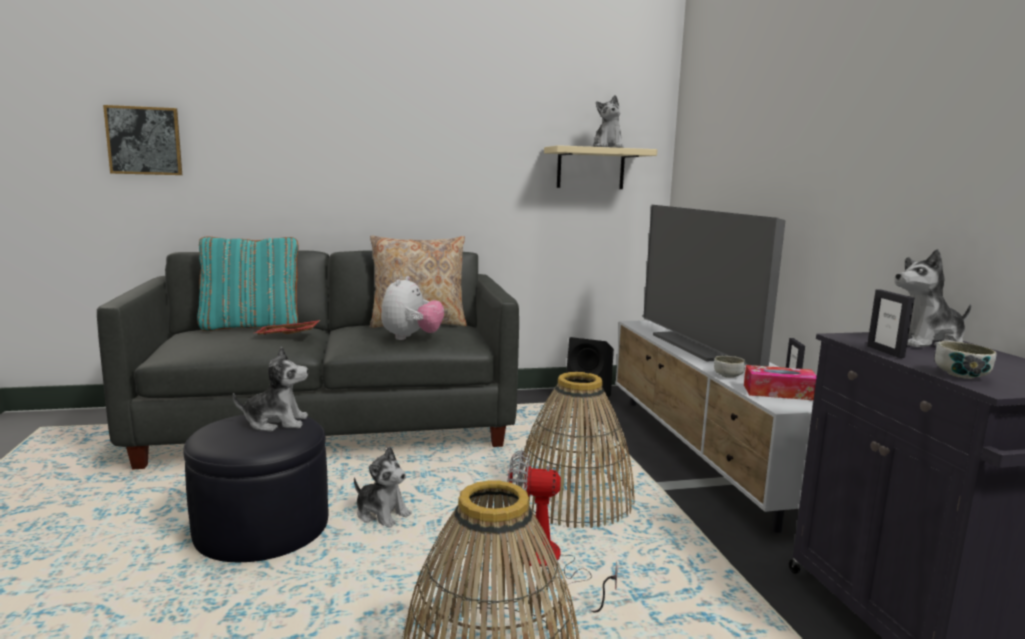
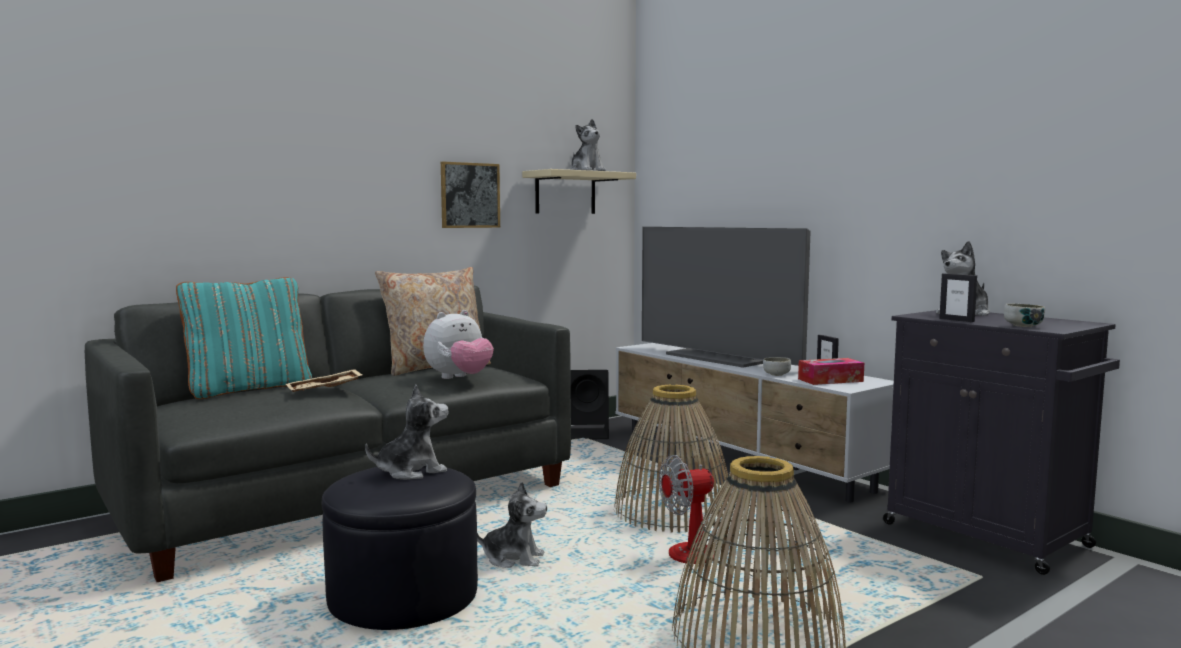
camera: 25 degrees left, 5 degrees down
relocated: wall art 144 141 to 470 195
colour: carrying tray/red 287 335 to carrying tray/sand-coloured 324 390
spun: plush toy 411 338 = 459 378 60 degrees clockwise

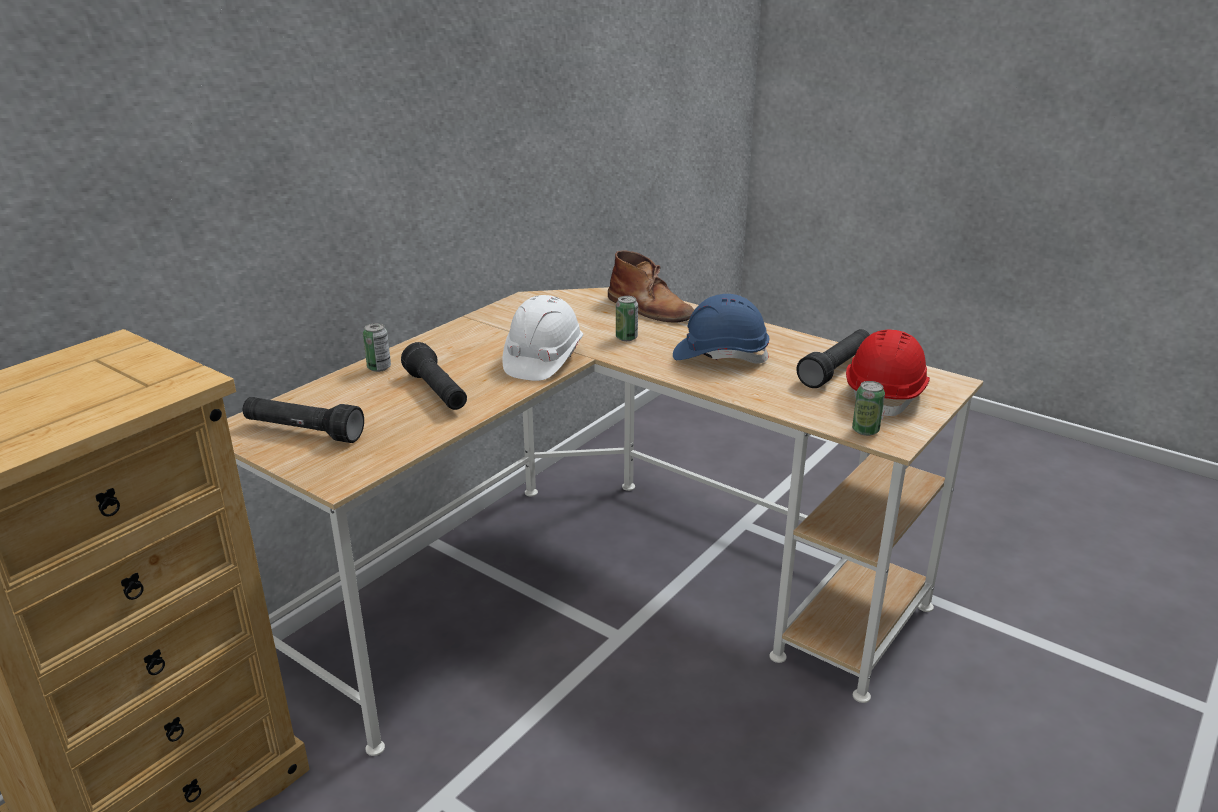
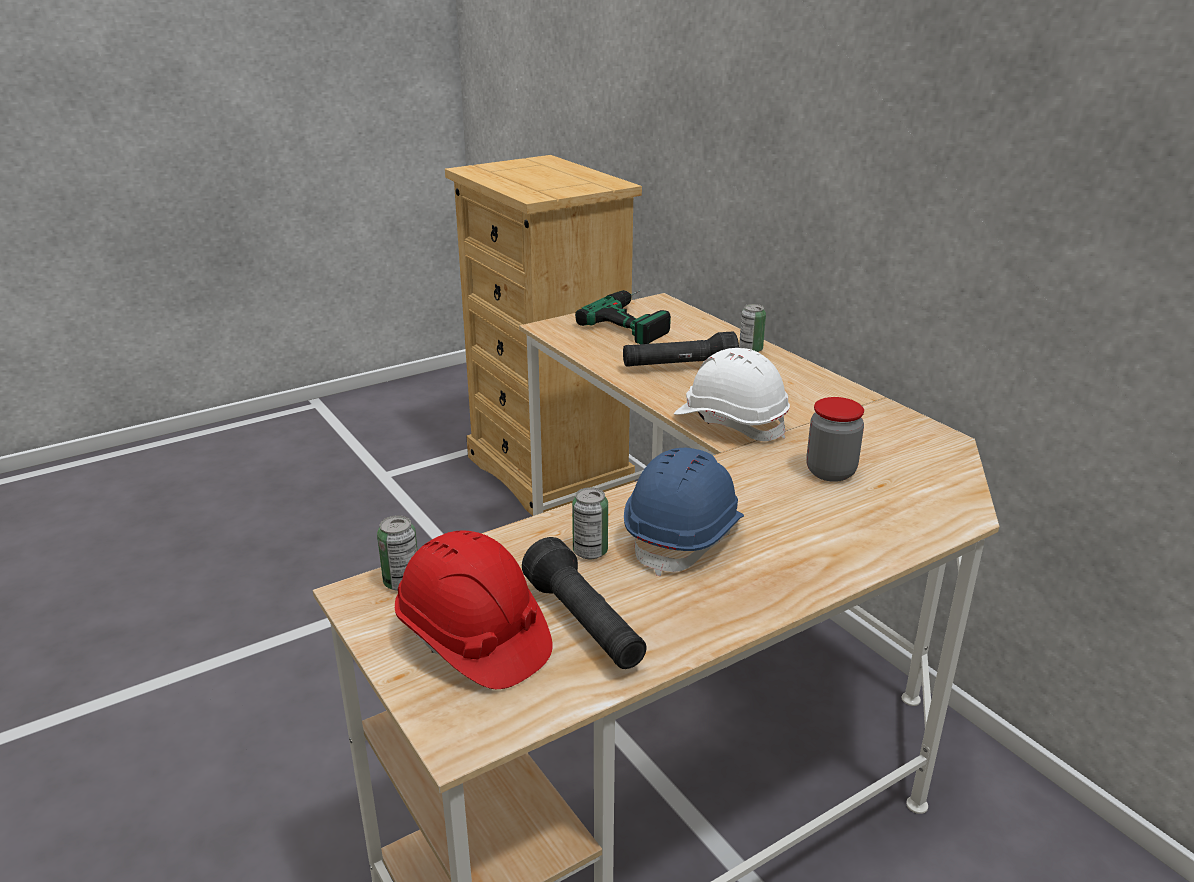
camera: 110 degrees right, 0 degrees up
missing: tall boot/brown 650 309
appeared: preserve jar 830 472
relocated: sealed can 626 338 to 590 551
exchanged: torch/black 304 432 to electric drill 637 320

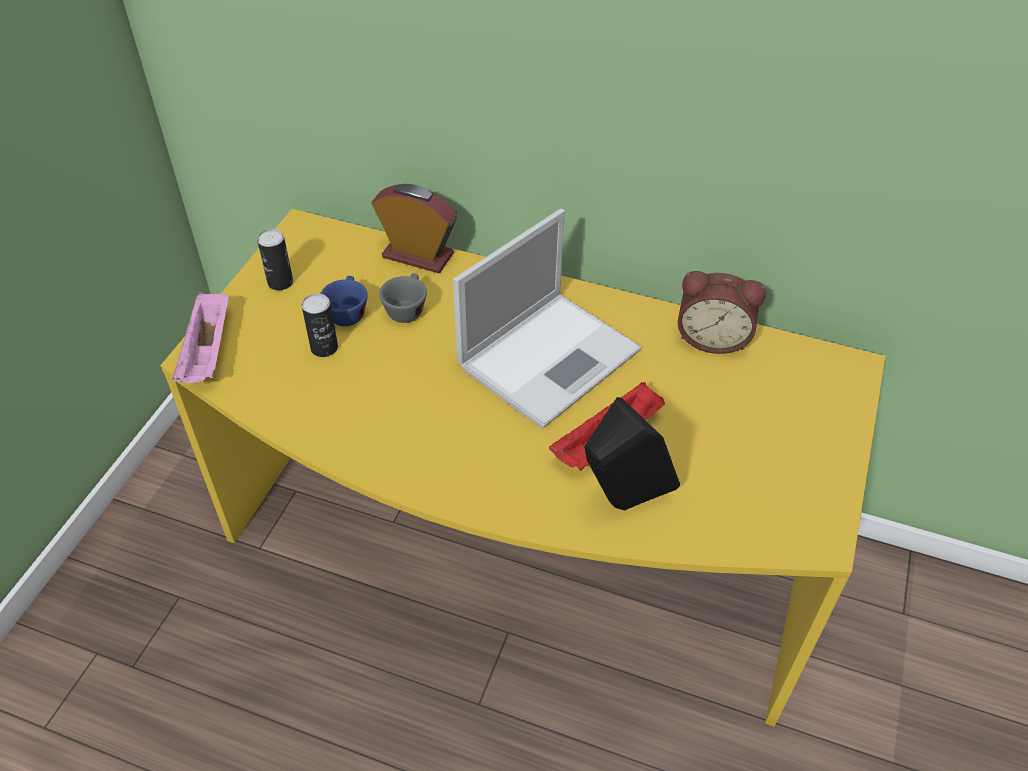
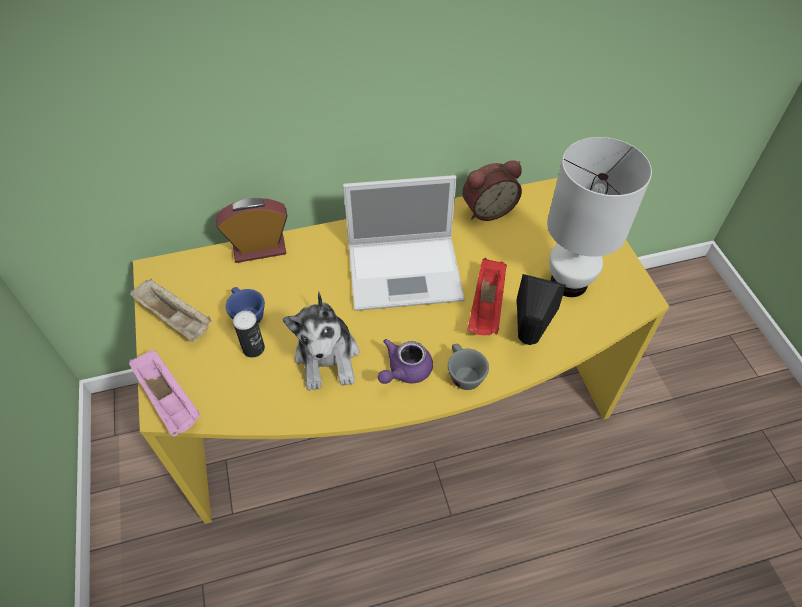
camera: 35 degrees left, 5 degrees up
appeared: plush toy 327 357; teapot/purple 405 371; table lamp/whitish 569 282
relocated: small cup/grey 406 308 to 463 374
exchanged: sealed can 280 282 to carrying tray/sand-coloured 176 319
spun: laptop 551 356 = 407 271 75 degrees clockwise

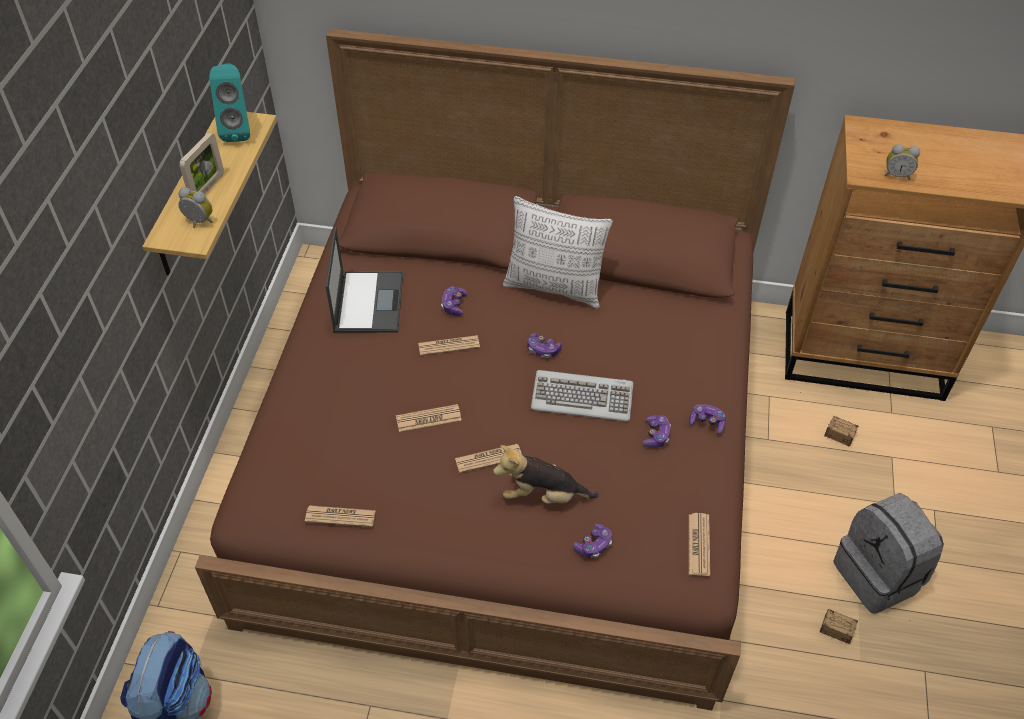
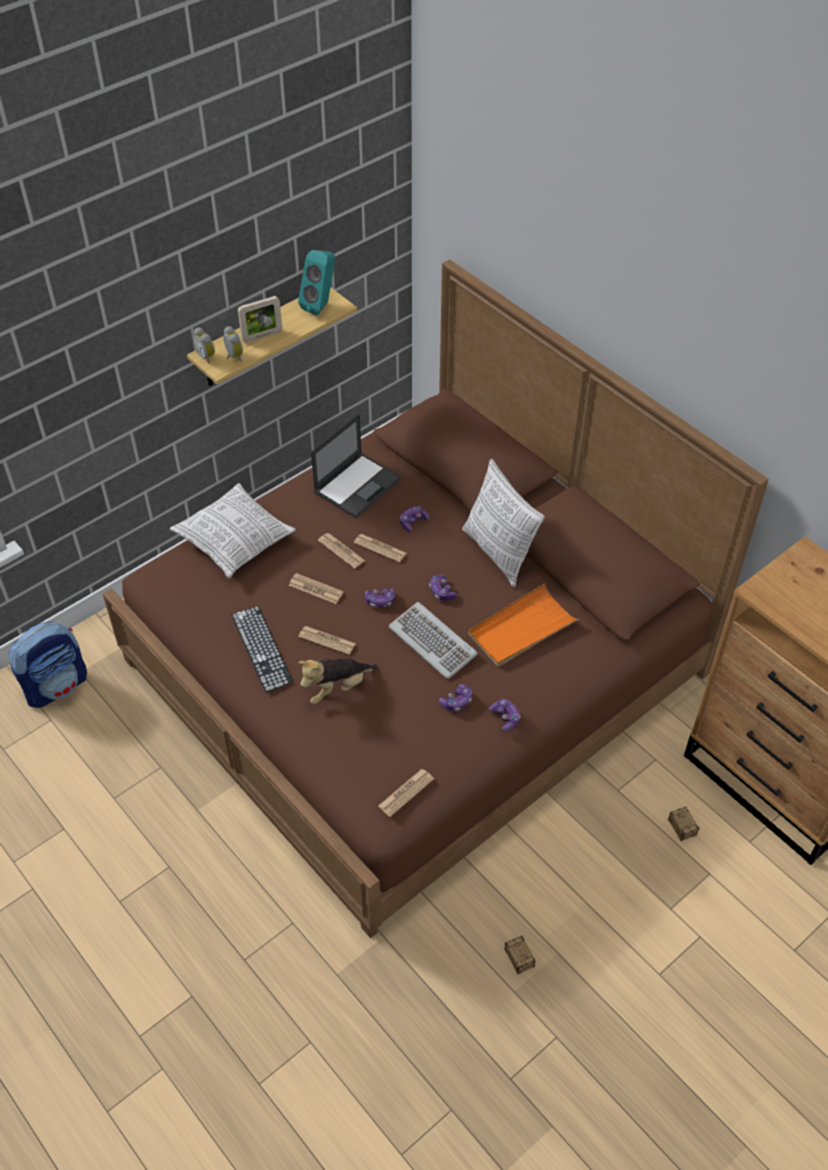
camera: 40 degrees right, 0 degrees up
missing: knapsack/grey 879 575
appeared: throw pillow 235 540; computer keyboard 261 648; carrying tray/orange 521 629
relocated: daily paper 340 516 to 341 551; joypad 593 545 to 380 601; table clock 897 175 to 207 356
spun: plush toy 542 495 = 336 688 75 degrees counterclockwise

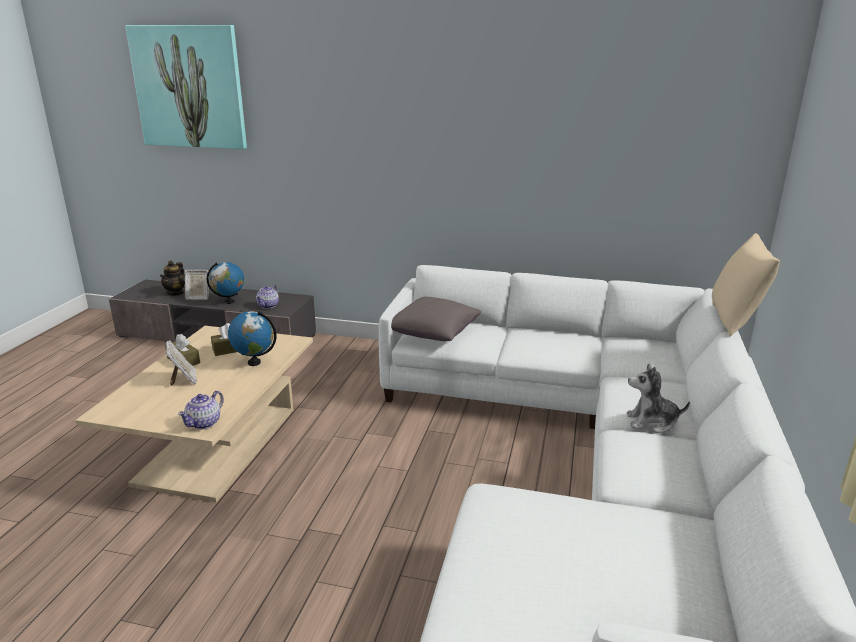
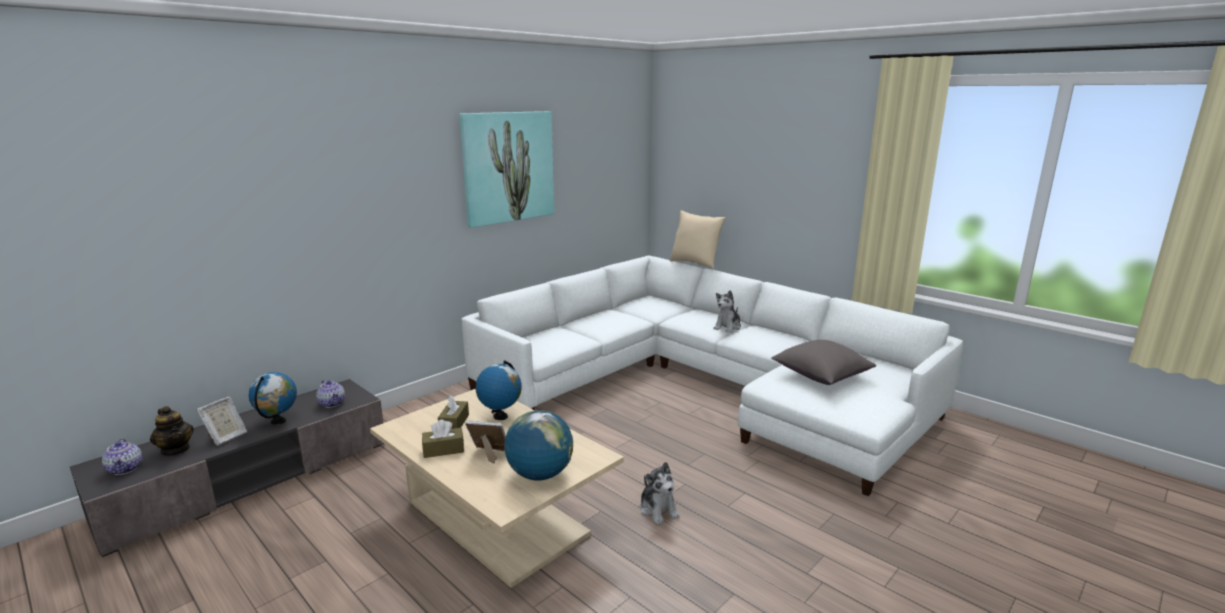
camera: 60 degrees left, 5 degrees down
appeared: desk globe 540 474; plush toy 658 510
relocated: wall art 189 87 to 508 167; teapot 204 423 to 126 468; throw pillow/grey 433 333 to 820 376

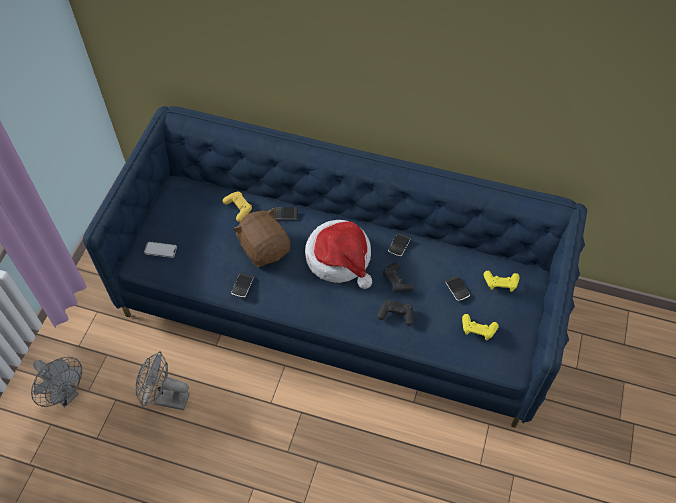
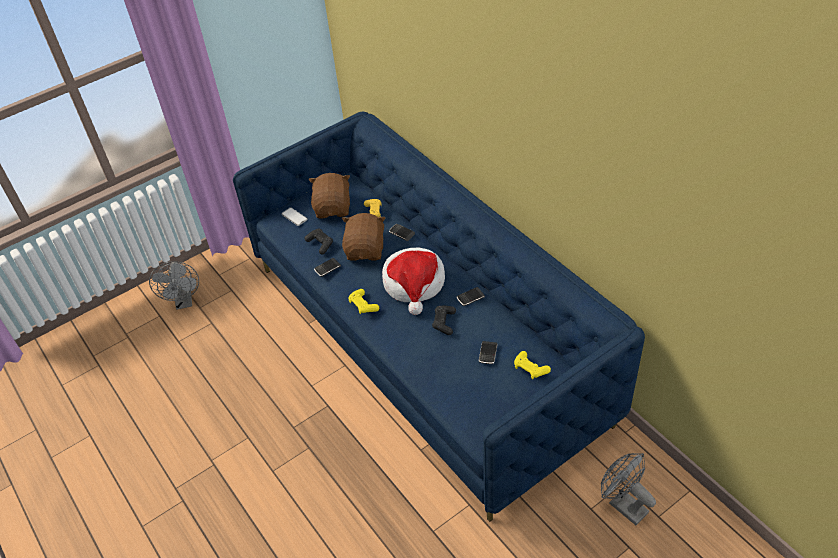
camera: 40 degrees right, 10 degrees down
appeared: plush toy/brown 333 208
relocated: electric fan/grey 166 398 to 623 504; joypad/black 396 315 to 320 244; joypad/yellow 478 329 to 363 305

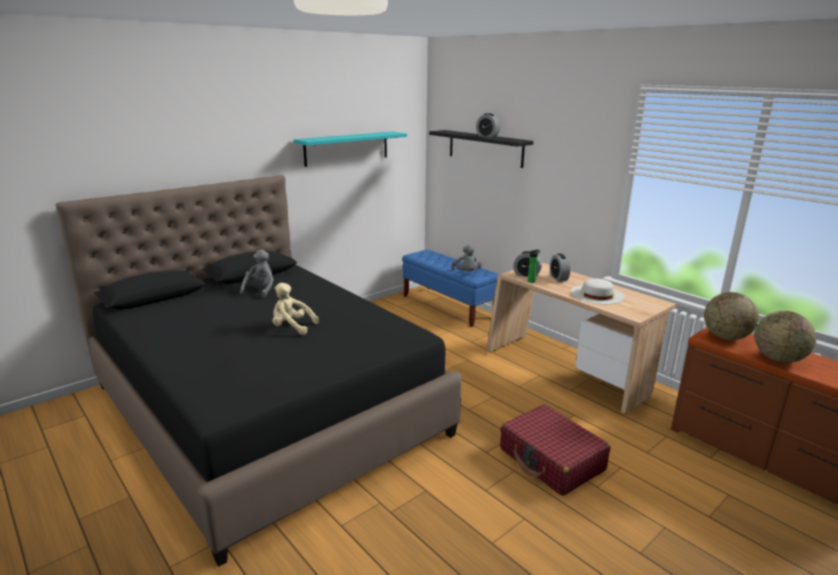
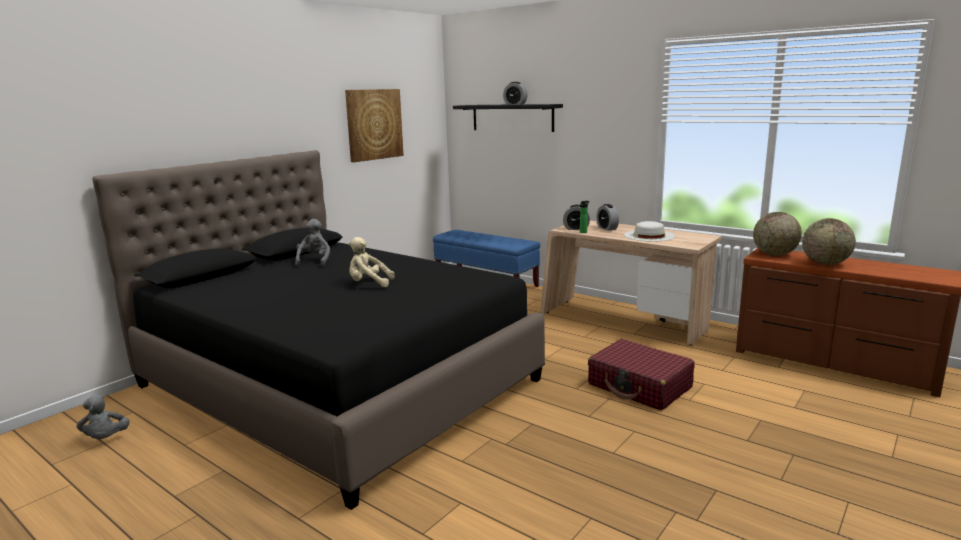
camera: 10 degrees left, 5 degrees down
relocated: plush toy/grey 466 273 to 106 439
exchanged: wall shelf/blue-green 347 148 to wall art 374 124

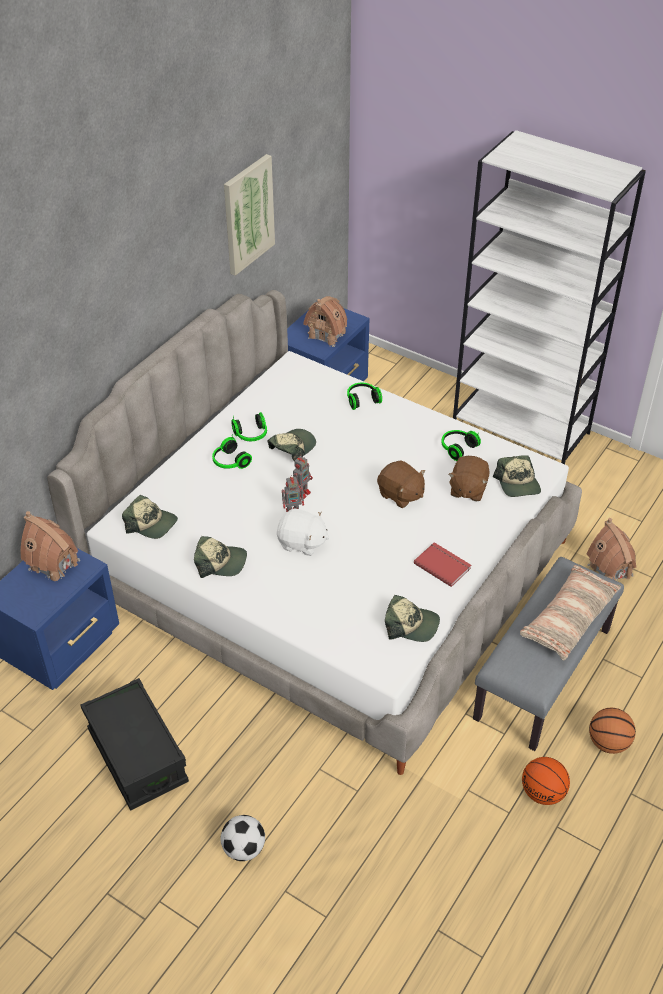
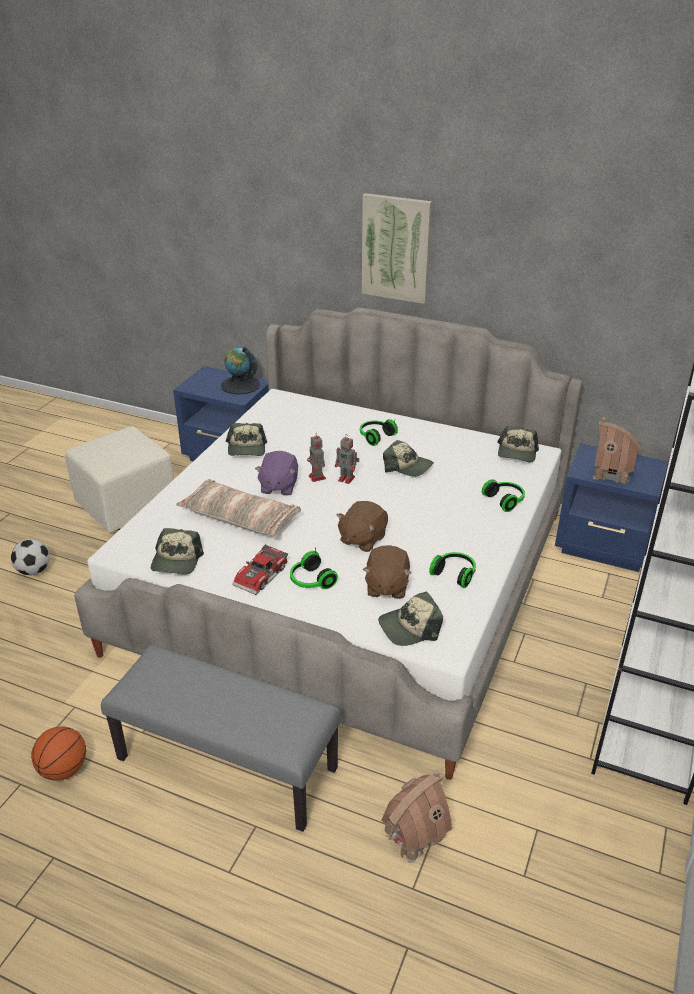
camera: 80 degrees right, 10 degrees down
missing: ball for basketball 608 743
relocated: cap 151 524 to 517 453; wall art 248 214 to 396 248; pair of headphones 251 435 to 310 581; throw pillow 568 618 to 240 518
exchanged: model house 54 564 to desk globe 240 385; storage container/black 137 757 to pouffe/sand-coloured 126 506; bound book/red 443 565 to model car 262 576
colour: plush toy/whitish 302 543 to plush toy/purple 278 486
spun: plush toy/brown 467 489 = 386 586 90 degrees counterclockwise

